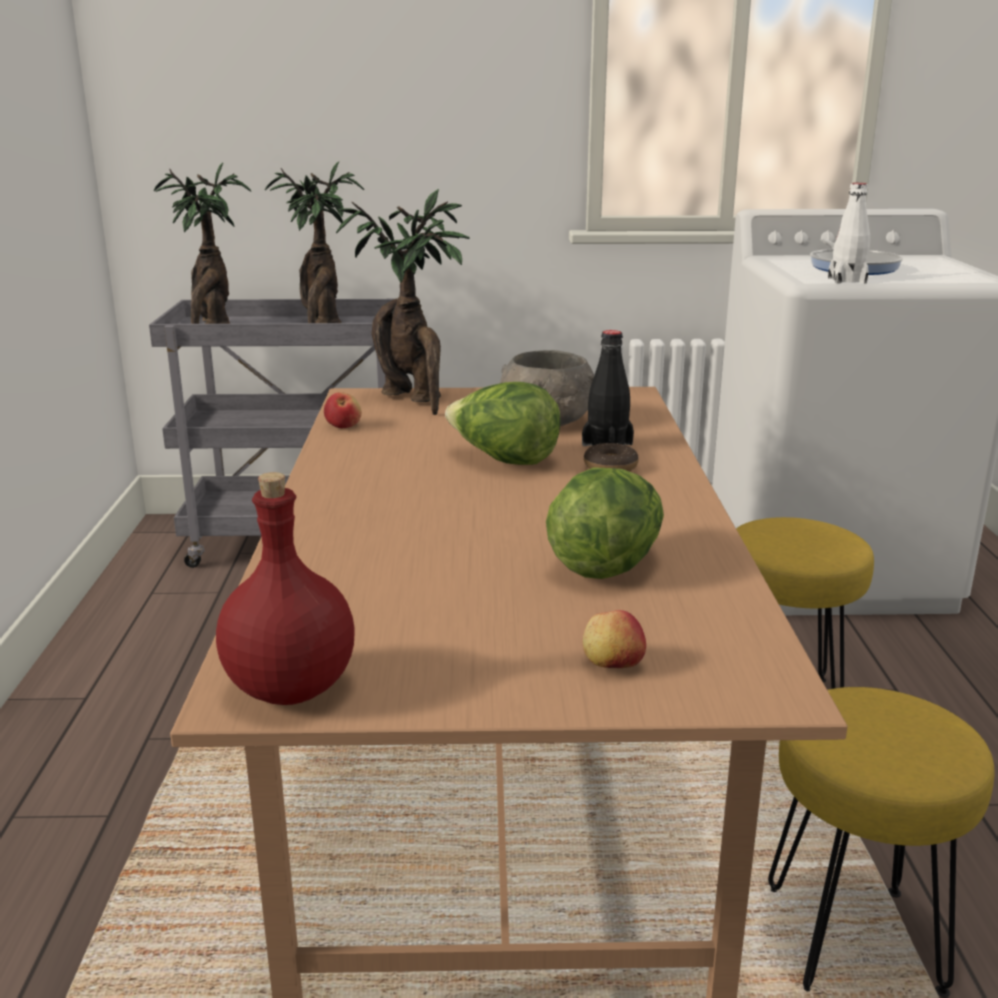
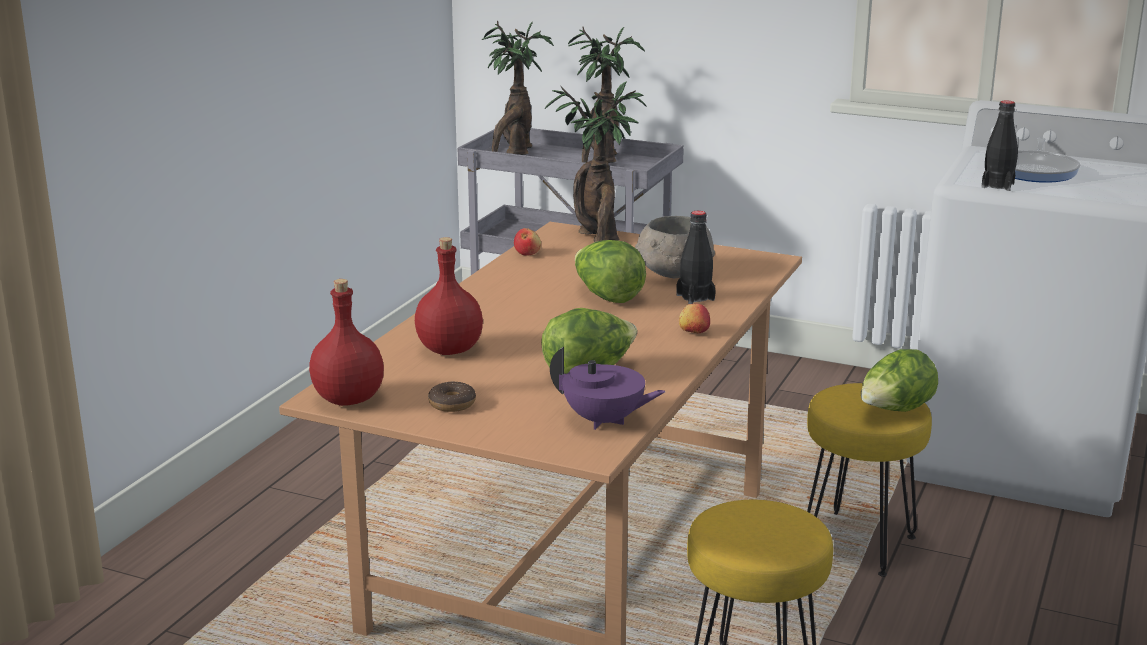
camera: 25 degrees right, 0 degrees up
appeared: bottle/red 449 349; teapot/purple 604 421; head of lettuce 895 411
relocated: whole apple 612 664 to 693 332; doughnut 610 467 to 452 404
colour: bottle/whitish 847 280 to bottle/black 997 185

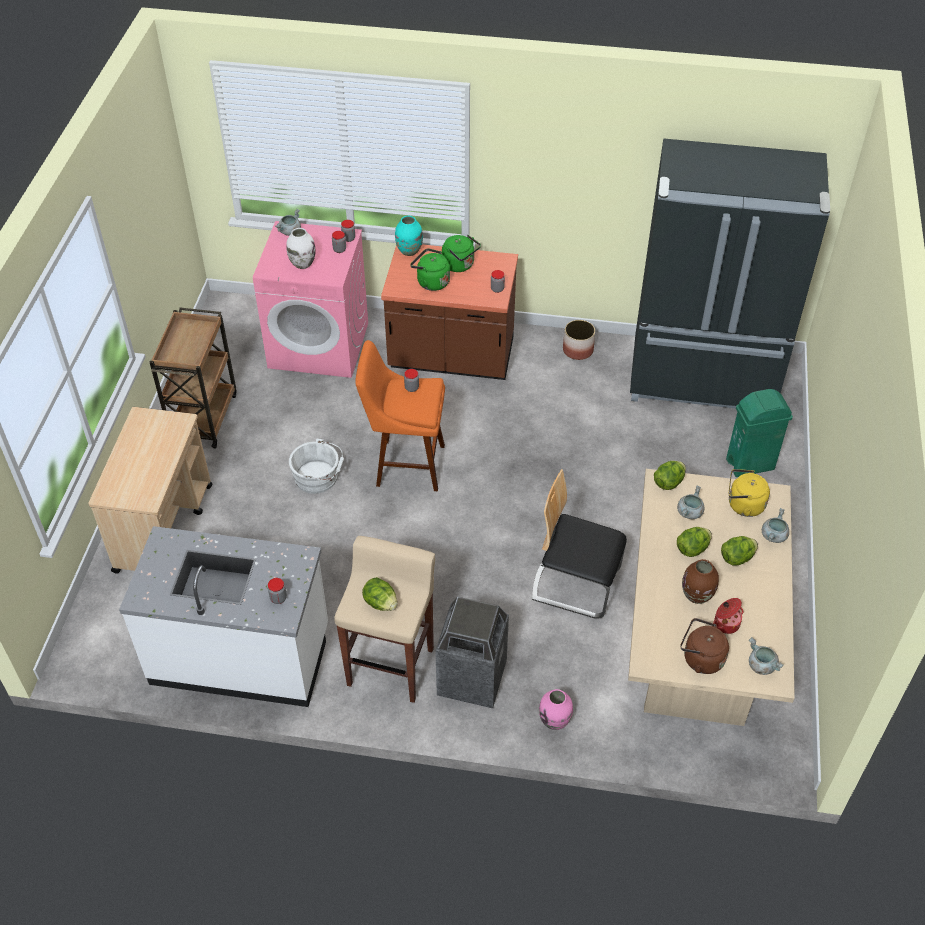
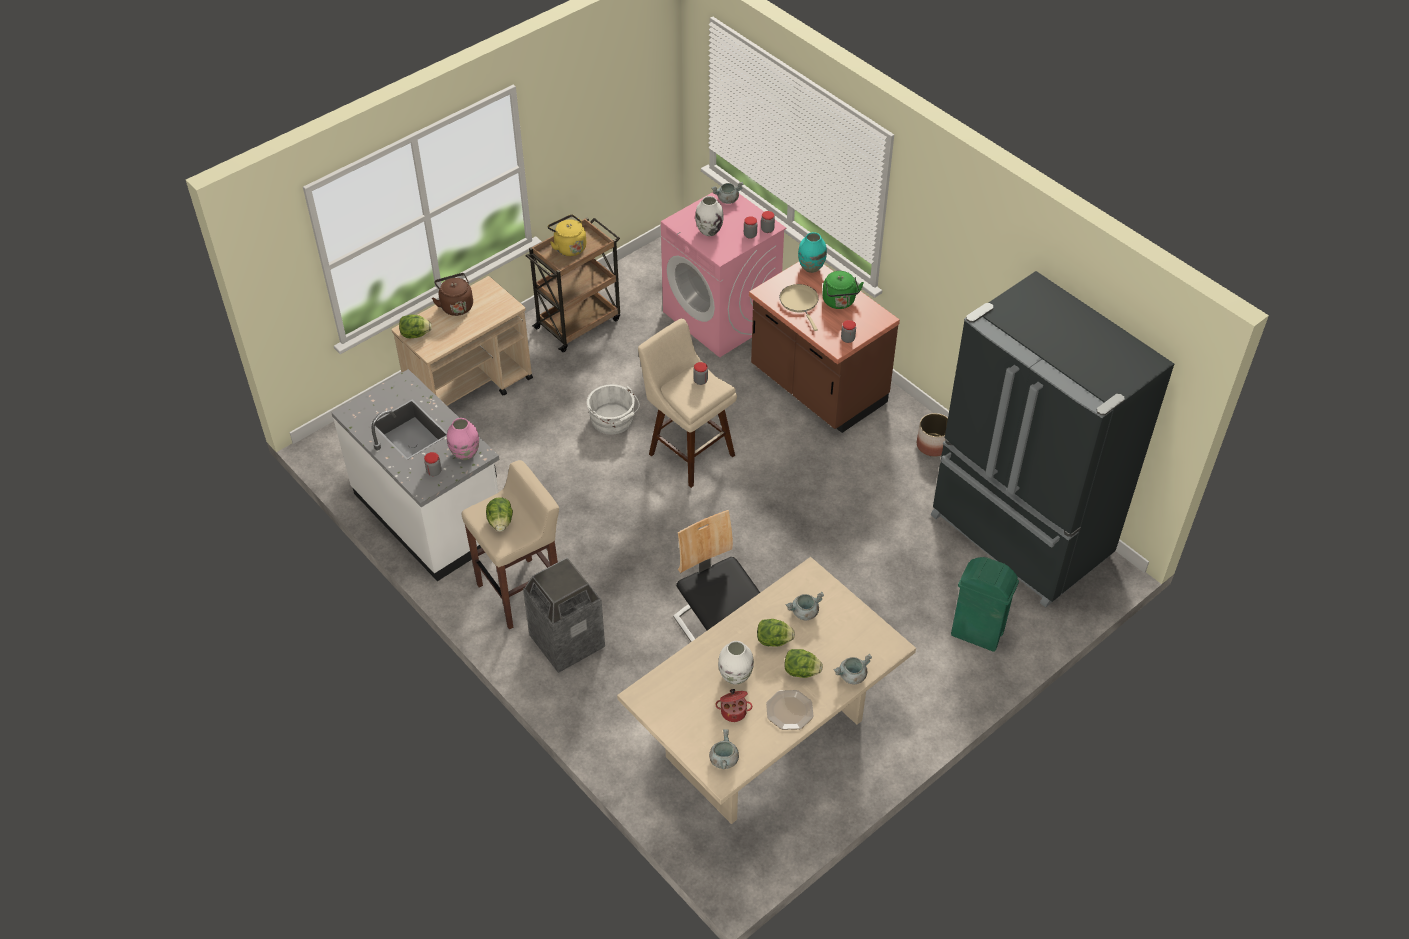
camera: 40 degrees right, 0 degrees up
appeared: plate 789 710
relocated: flower vase/pink-coloured 555 721 to 465 453; head of lettuce 668 482 to 415 334; kettle/brown 700 658 to 456 305; kettle/yellow 743 505 to 569 247
exchanged: kettle/green 431 282 to frying pan/sand-coloured 800 303
colour: stool/orange 405 465 to stool/sand-coloured 688 451; flower vase/brown 697 595 to flower vase/whitish 735 676

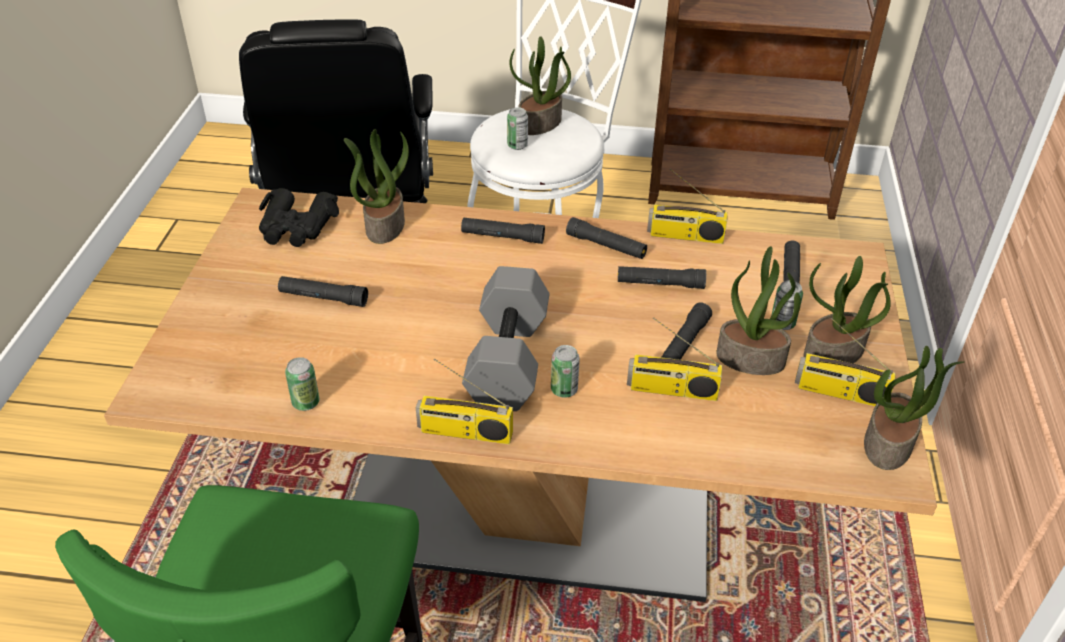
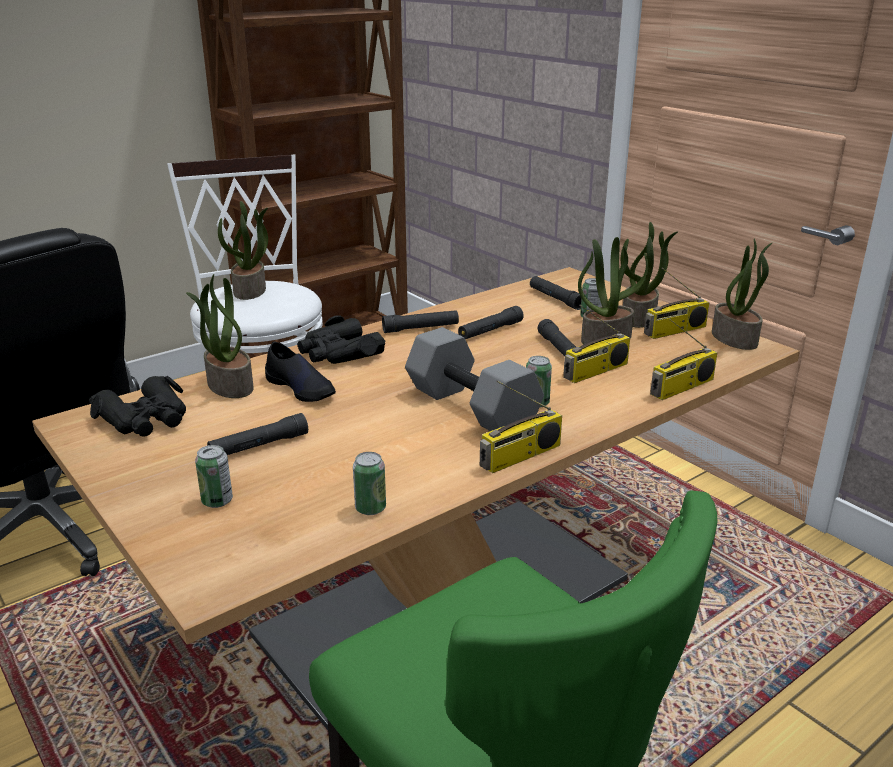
camera: 45 degrees left, 15 degrees down
appeared: low shoe/black 301 388
relocated: sealed can 517 145 to 217 501; radio set 685 236 to 682 388
exchanged: torch/black 502 237 to binoculars/black 339 353

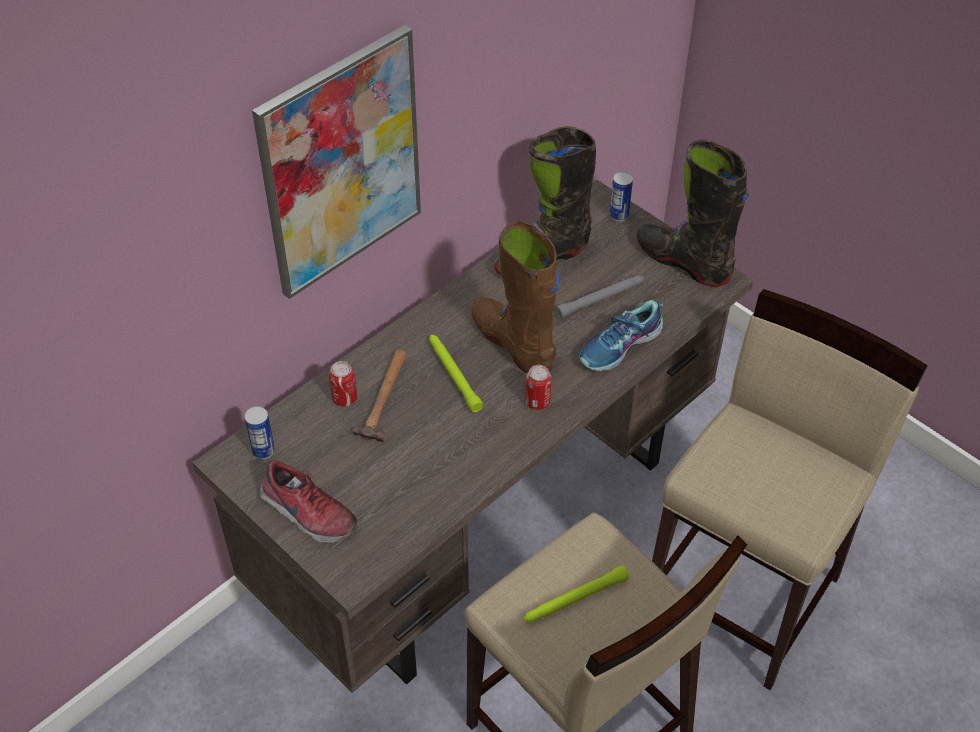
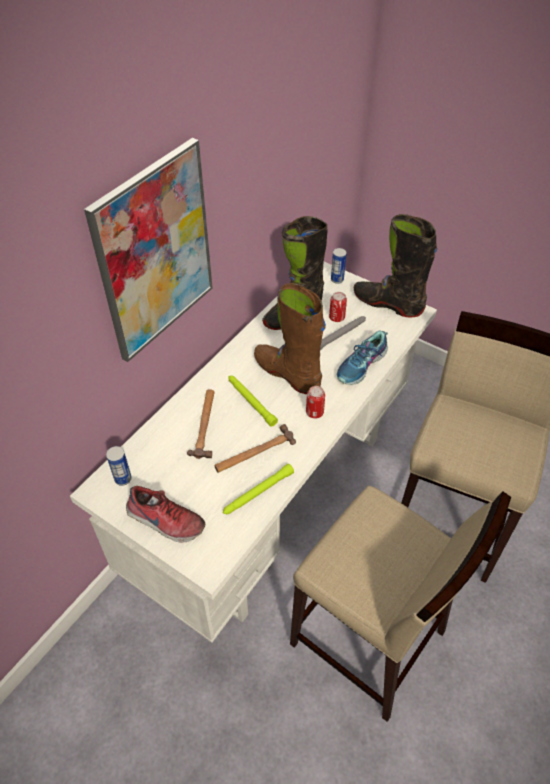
camera: 10 degrees left, 0 degrees up
appeared: hammer 254 452
relocated: sealed can 344 398 to 336 318; torch/green 575 599 to 258 493
colour: desk table/brown 489 520 to desk table/whitish 274 496

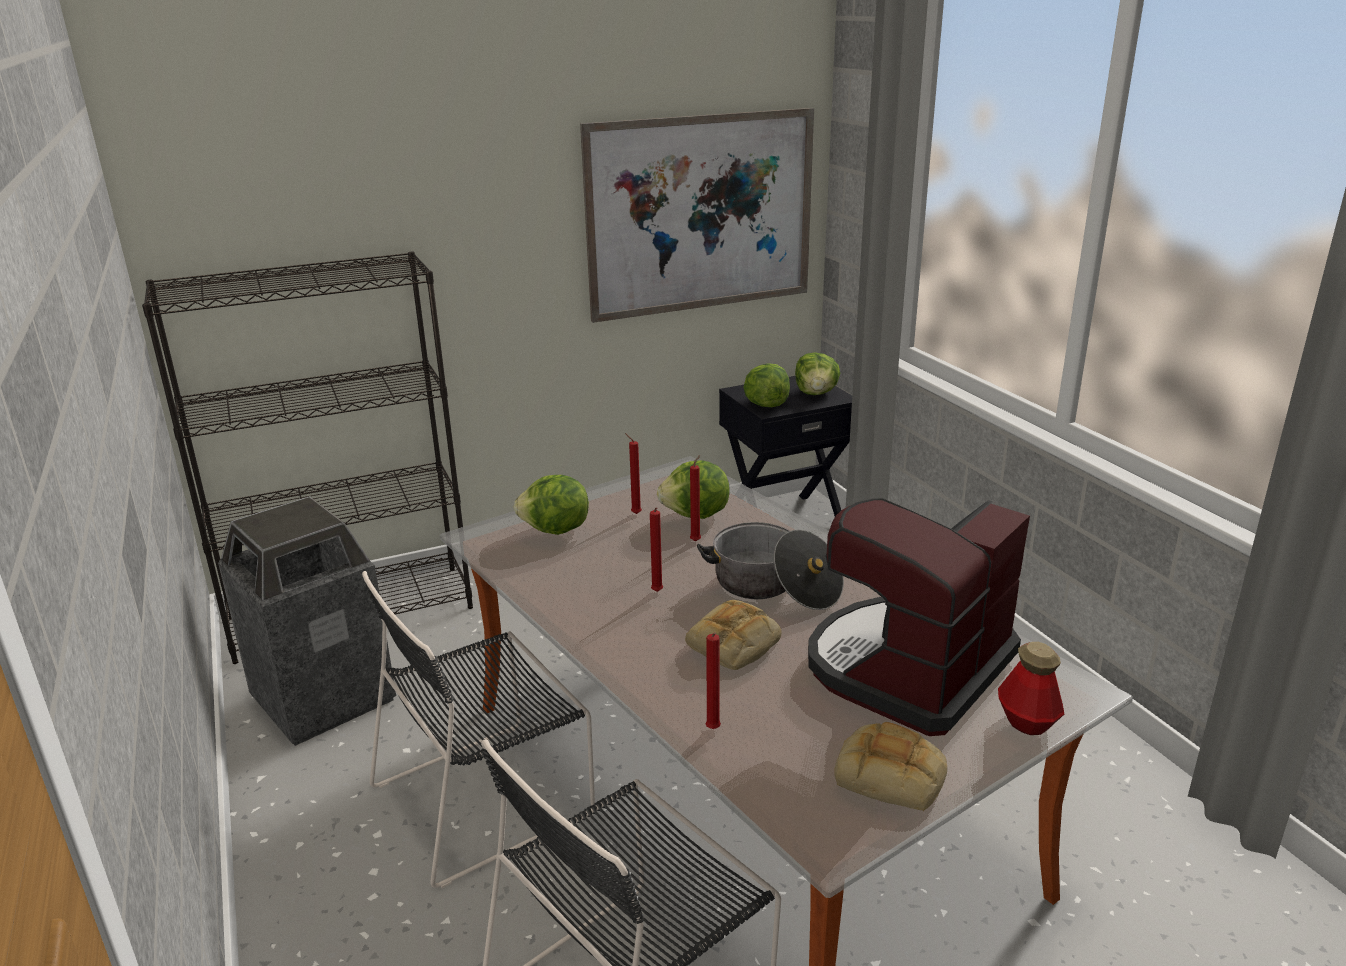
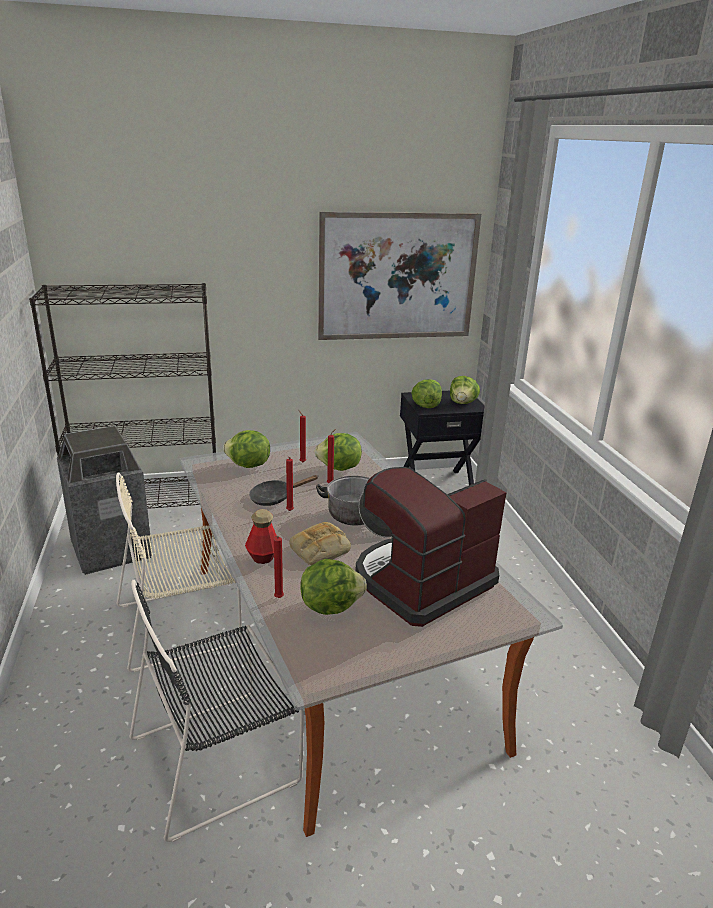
camera: 10 degrees right, 0 degrees up
missing: baked bread 893 774
appeared: frying pan/black 275 497; head of lettuce 330 606
relocated: bottle 1027 722 to 262 557
colour: upright chair/black 488 796 to upright chair/sand-coloured 183 624

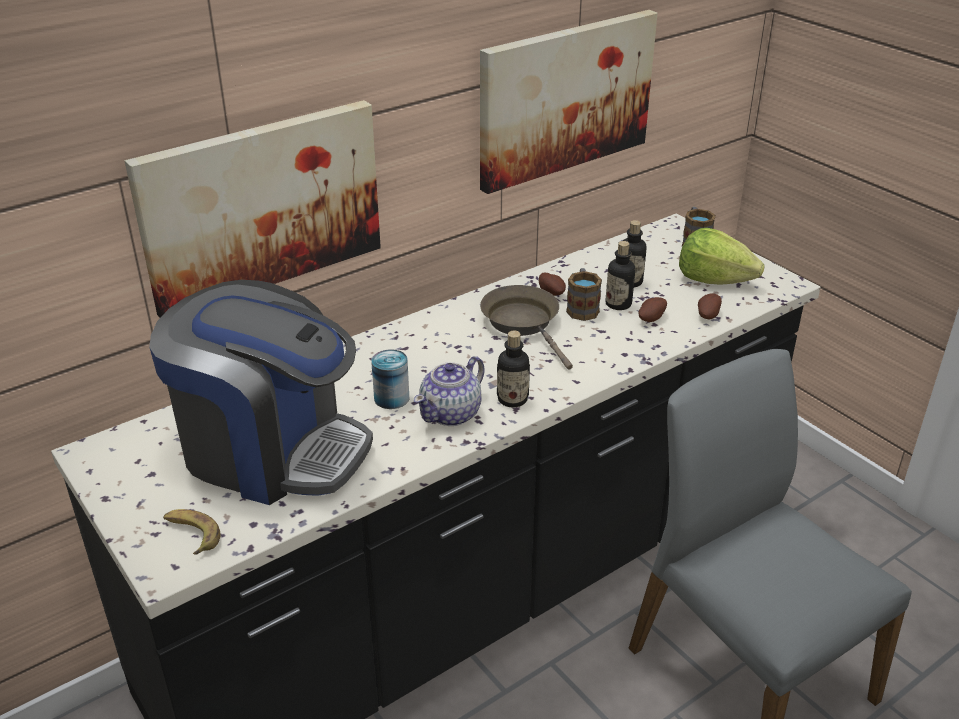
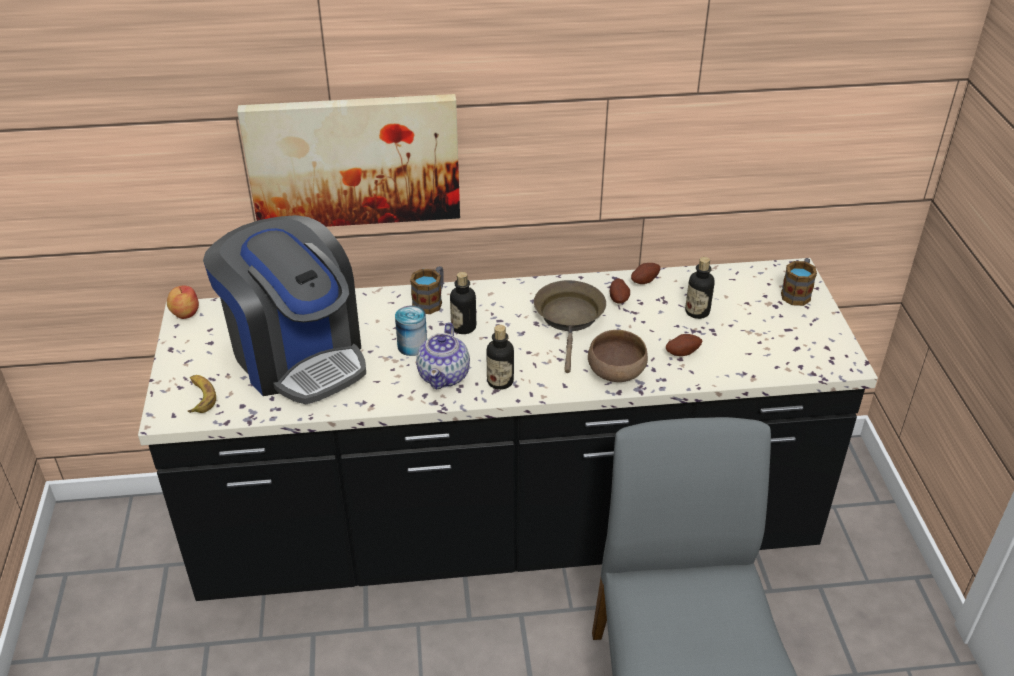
camera: 30 degrees right, 5 degrees up
missing: wall art 565 98; head of lettuce 714 279
appeared: whole apple 185 313; bowl/brown 617 373
relocated: tea mug 582 307 to 430 301; bottle 618 304 to 463 327; whole potato 707 315 to 644 280
spun: teapot 452 413 = 444 375 60 degrees counterclockwise

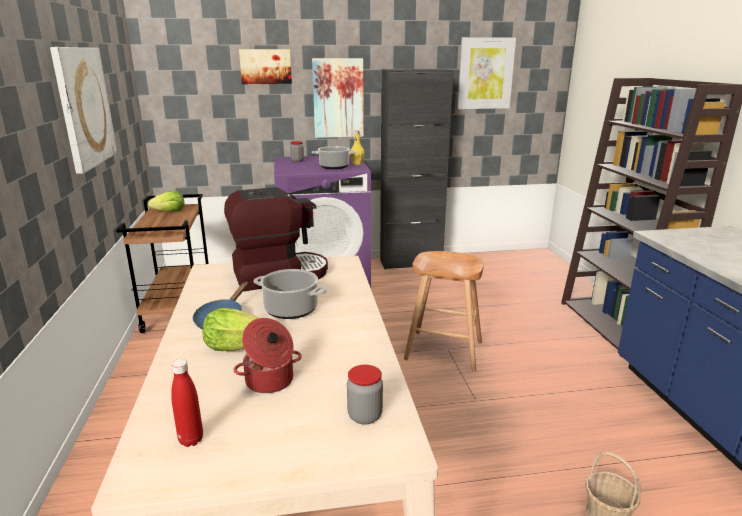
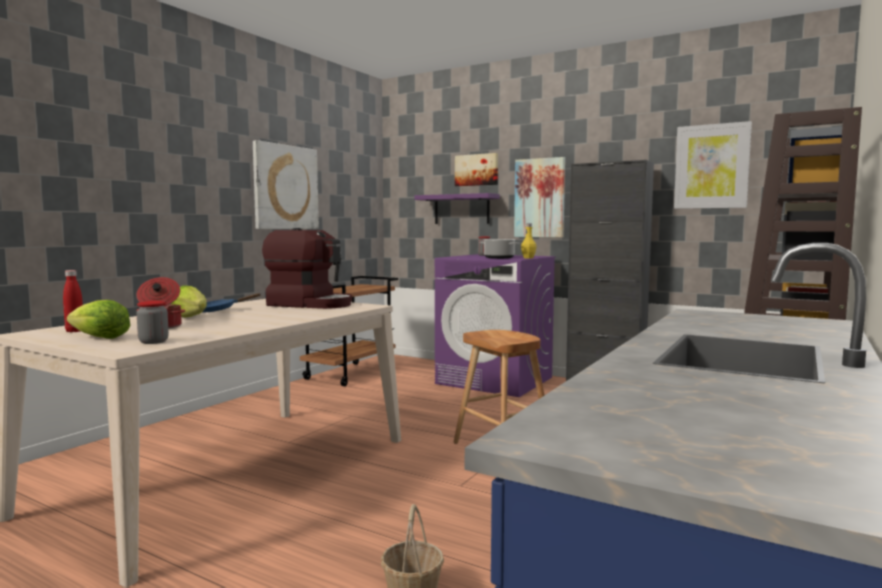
camera: 40 degrees right, 15 degrees down
missing: saucepot 292 309
appeared: wall shelf/purple 462 209
relocated: head of lettuce 170 212 to 100 338

